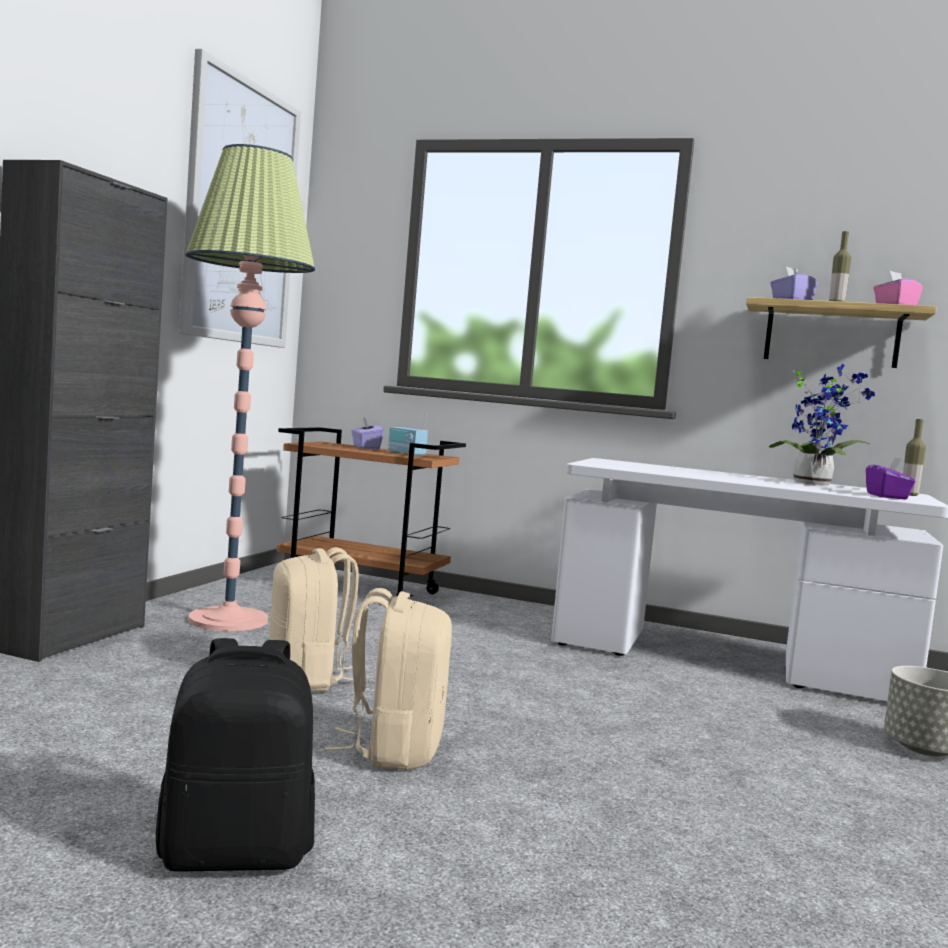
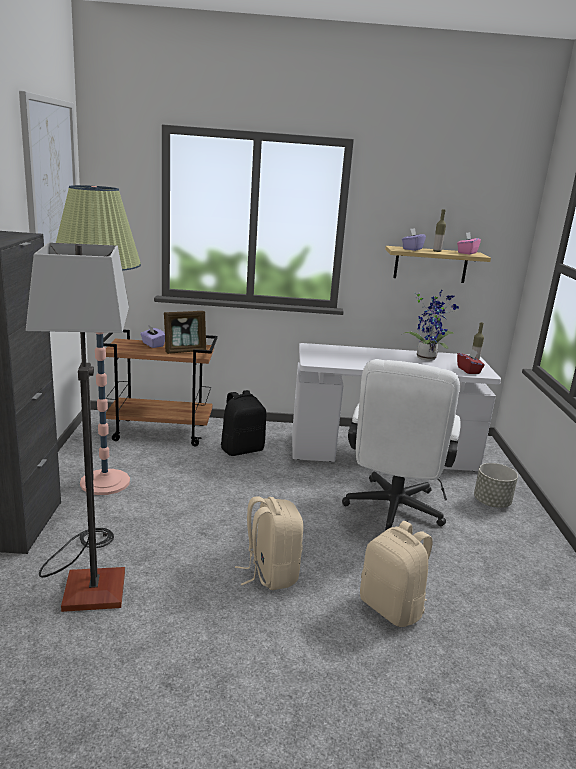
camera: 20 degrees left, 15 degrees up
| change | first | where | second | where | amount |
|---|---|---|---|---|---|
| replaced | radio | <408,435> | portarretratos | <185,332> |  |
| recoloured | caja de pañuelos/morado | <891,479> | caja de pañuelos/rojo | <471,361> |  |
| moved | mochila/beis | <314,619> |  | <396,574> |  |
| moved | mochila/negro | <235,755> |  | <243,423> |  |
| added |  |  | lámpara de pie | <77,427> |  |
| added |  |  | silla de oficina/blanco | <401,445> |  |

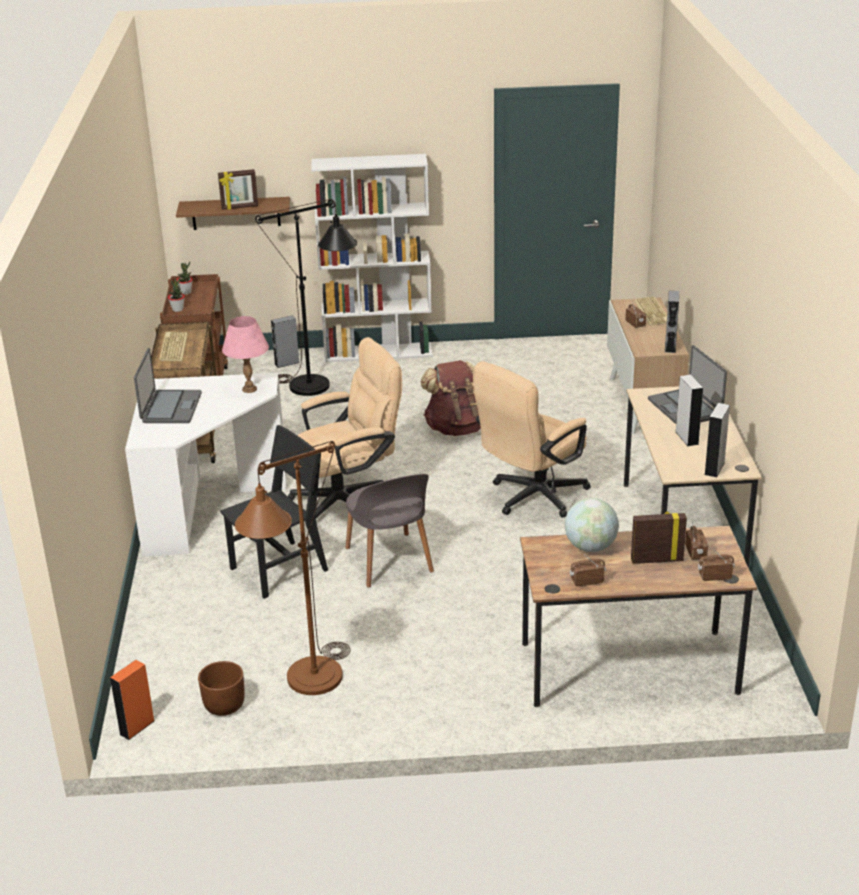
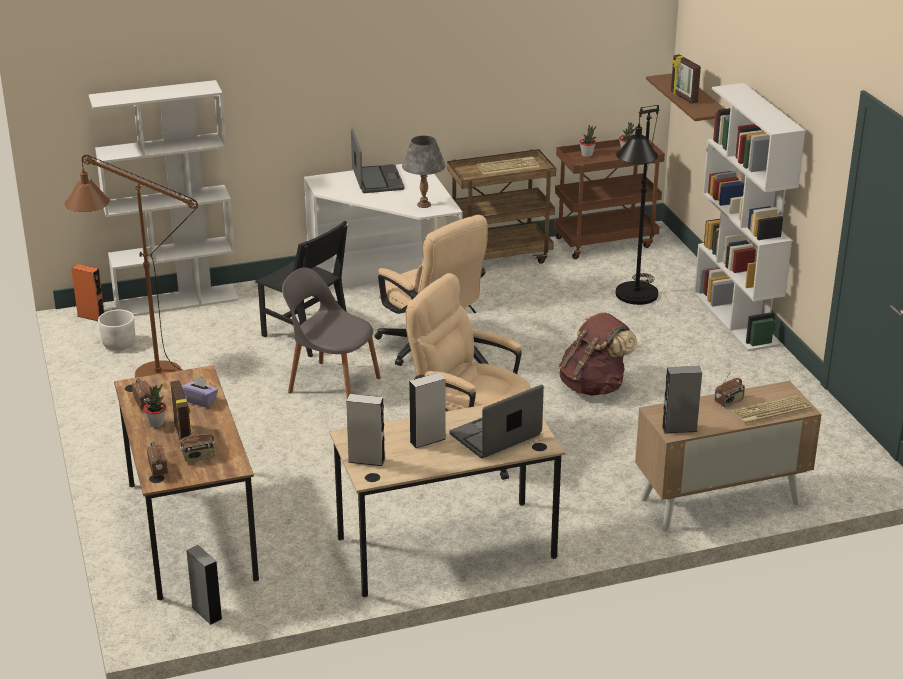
camera: 75 degrees right, 0 degrees up
| change | first | where | second | where | amount |
|---|---|---|---|---|---|
| moved | altavoz/gris | <285,341> |  | <204,585> |  |
| recoloured | lámpara de mesa/rosa | <245,354> | lámpara de mesa/gris | <424,172> |  |
| turned | portátil | <168,385> |  | <378,161> | 90 degrees counterclockwise |
| turned | silla/gris | <390,531> |  | <331,332> | 60 degrees clockwise |
| replaced | globo terráqueo | <591,525> | caja de pañuelos/morado | <200,391> |  |
| recoloured | maceta/marrón | <221,688> | maceta/blanco | <116,330> |  |
| added |  |  | estantería/blanco | <164,198> |  |
| added |  |  | planta en maceta | <154,405> |  |

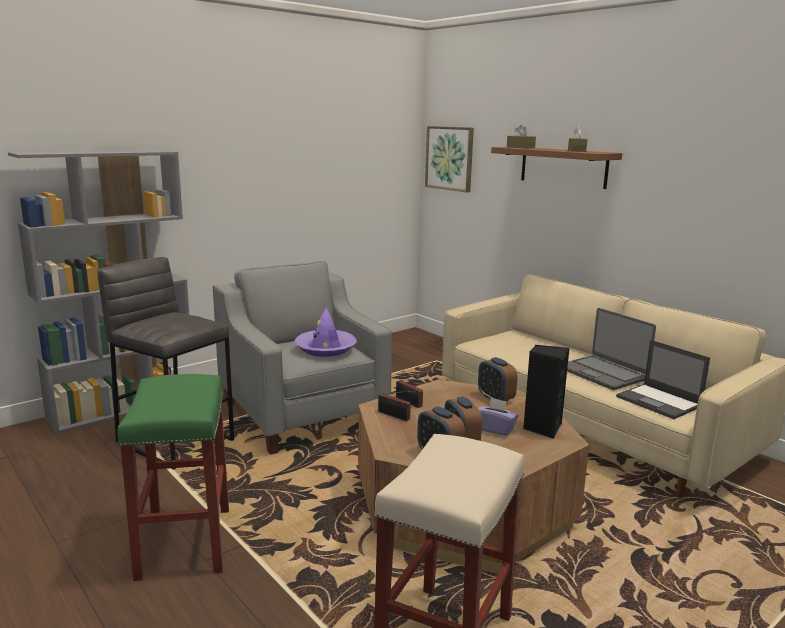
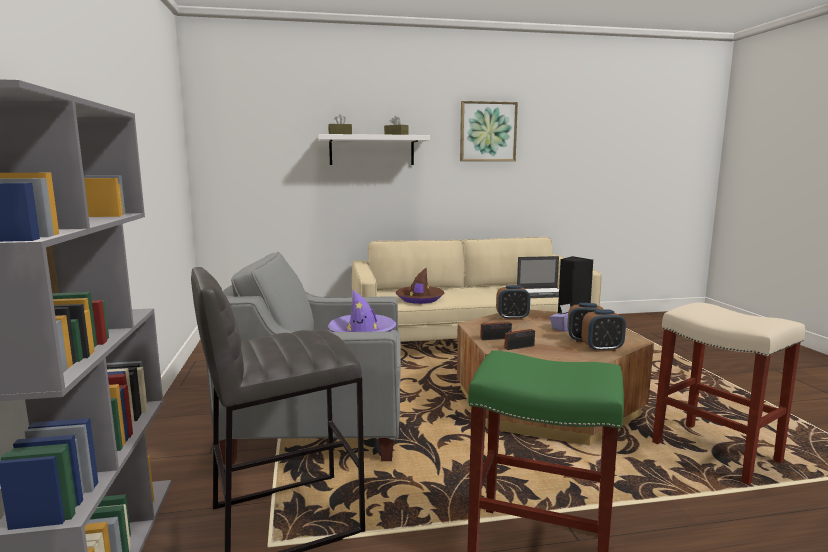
camera: 60 degrees left, 5 degrees down
| change | first | where | second | where | amount |
|---|---|---|---|---|---|
| moved | cuadro | <449,159> |  | <489,131> |  |
| recoloured | estante/marrón | <556,168> | estante/blanco | <374,149> |  |
| removed | portátil | <611,349> |  |  |  |
| added |  |  | sombrero/marrón | <420,286> |  |

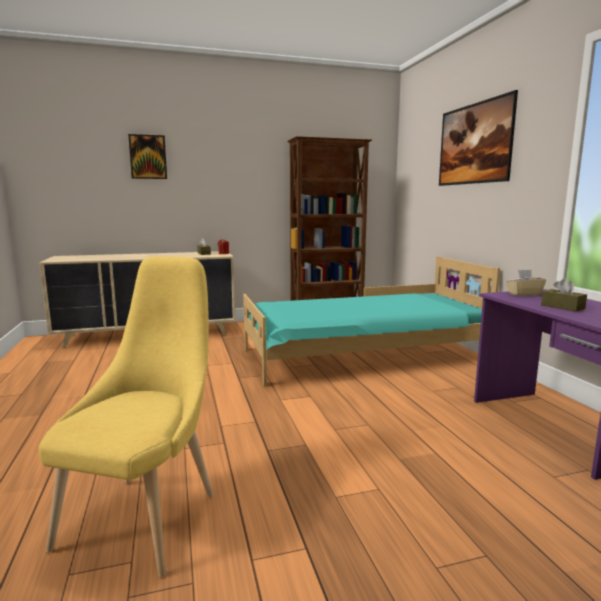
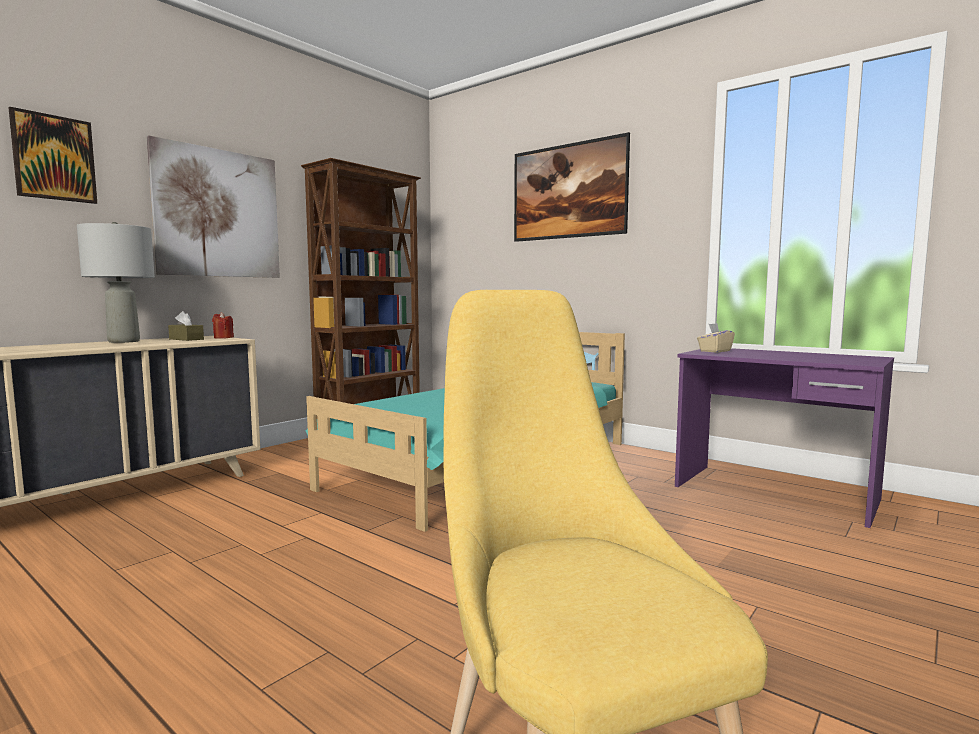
camera: 35 degrees left, 5 degrees down
| change | first | where | second | where | amount |
|---|---|---|---|---|---|
| removed | caja de pañuelos/marrón | <564,295> |  |  |  |
| added |  |  | cuadro | <213,206> |  |
| added |  |  | lámpara de mesa/gris | <116,282> |  |

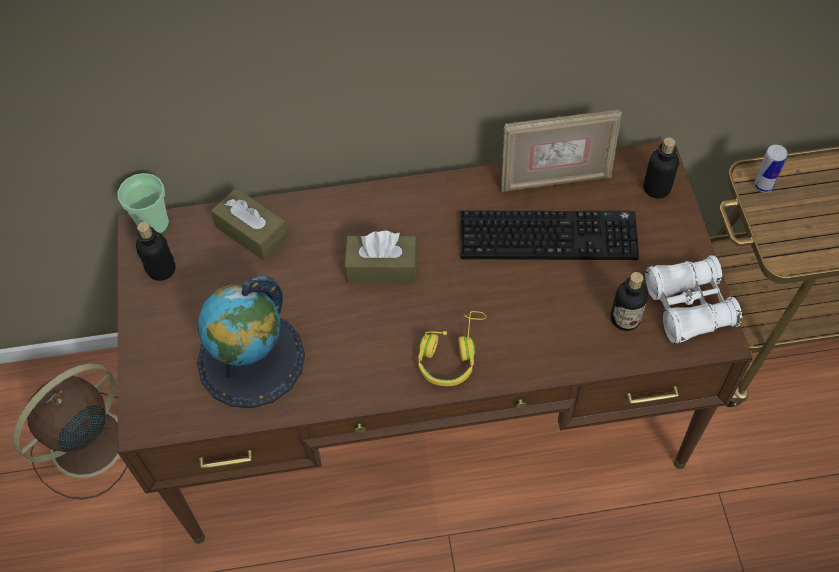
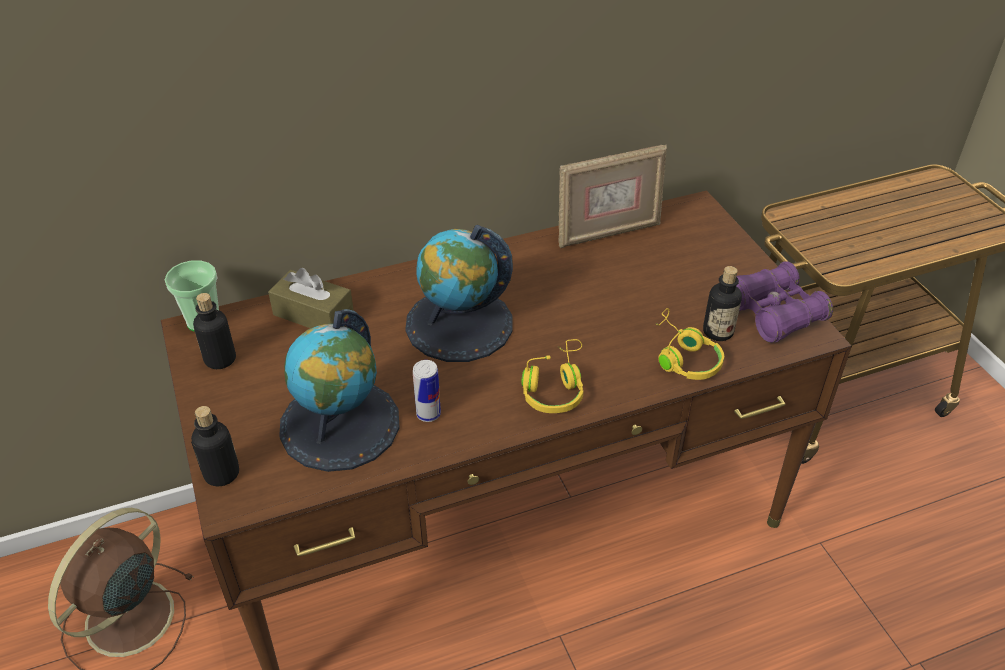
camera: 15 degrees left, 15 degrees down
| change | first | where | second | where | amount |
|---|---|---|---|---|---|
| moved | botella | <661,168> |  | <215,446> |  |
| moved | lata | <770,168> |  | <427,391> |  |
| removed | teclado | <549,235> |  |  |  |
| replaced | caja de pañuelos/marrón | <381,257> | globo terráqueo | <459,293> |  |
| recoloured | prismáticos/blanco | <693,299> | prismáticos/morado | <784,302> |  |
| added |  |  | auriculares/amarillo | <689,344> |  |

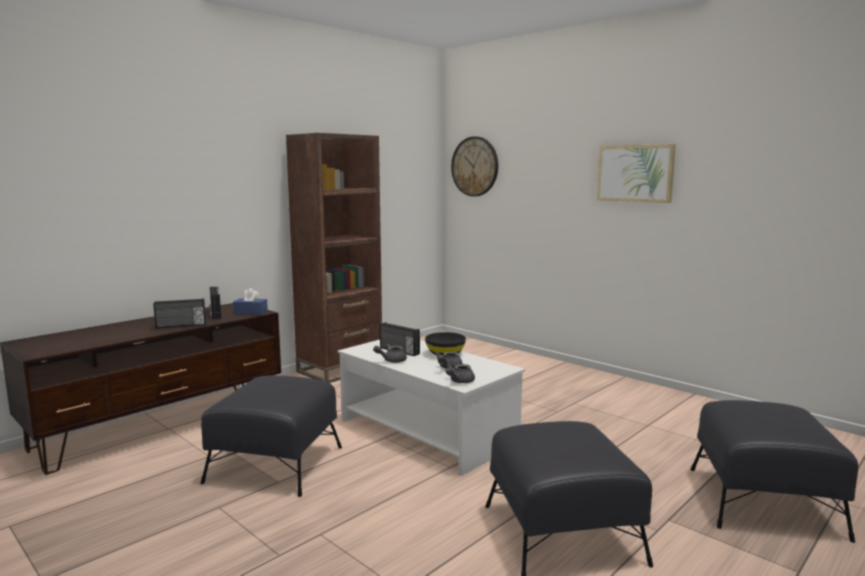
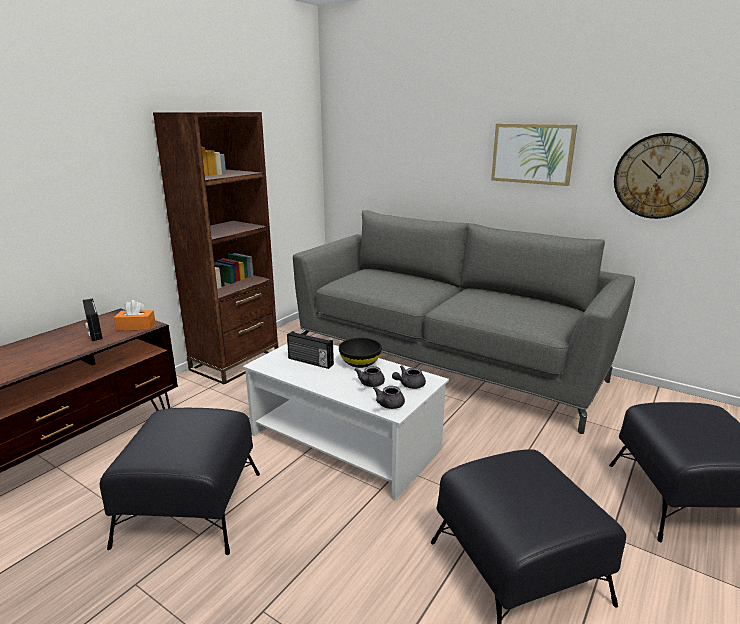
camera: 10 degrees left, 10 degrees up
| change | first | where | second | where | amount |
|---|---|---|---|---|---|
| moved | reloj de pared | <474,166> |  | <661,176> |  |
| recoloured | caja de pañuelos/azul | <250,301> | caja de pañuelos/naranja | <135,315> |  |
| removed | radio | <179,313> |  |  |  |
| moved | tetera/gris | <390,353> |  | <409,377> |  |
| added |  |  | sofá/gris | <464,322> |  |

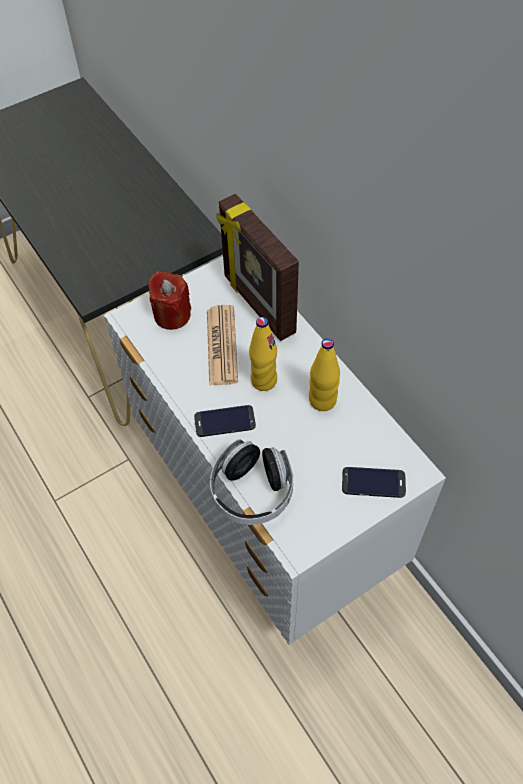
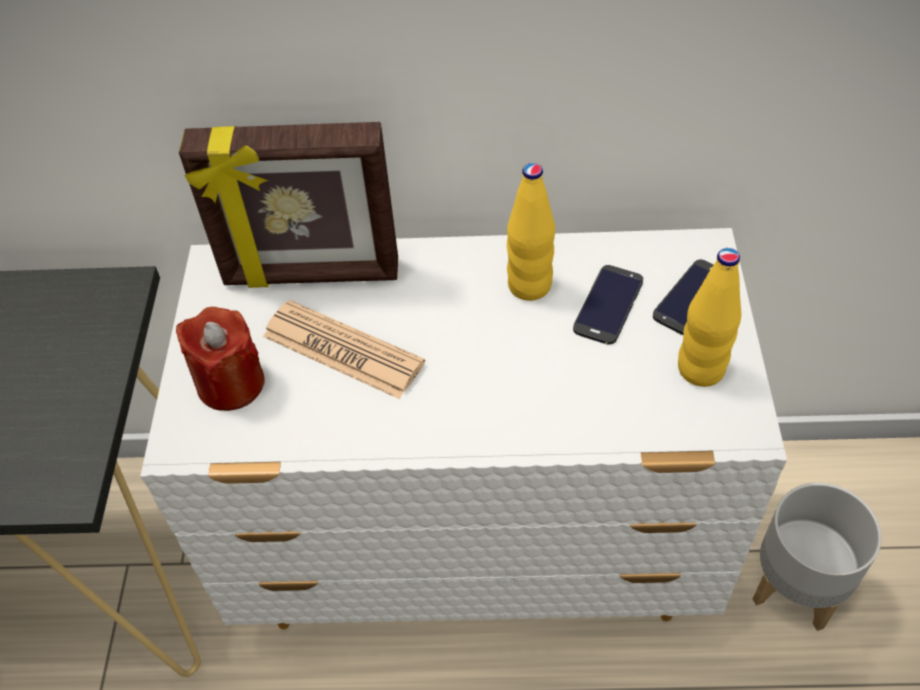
camera: 55 degrees left, 5 degrees down
| change | first | where | second | where | amount |
|---|---|---|---|---|---|
| moved | botella/amarillo | <263,354> |  | <709,317> |  |
| moved | móvil | <225,421> |  | <608,305> |  |
| removed | auriculares | <251,482> |  |  |  |
| added |  |  | maceta/gris | <817,556> |  |

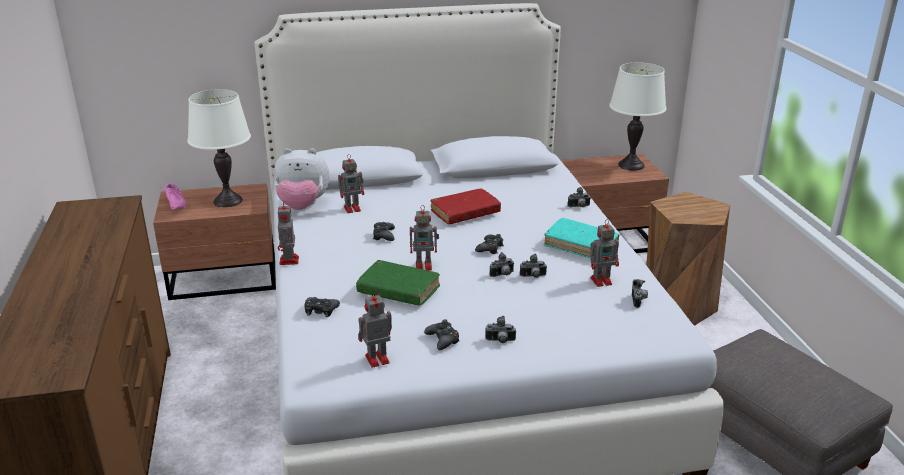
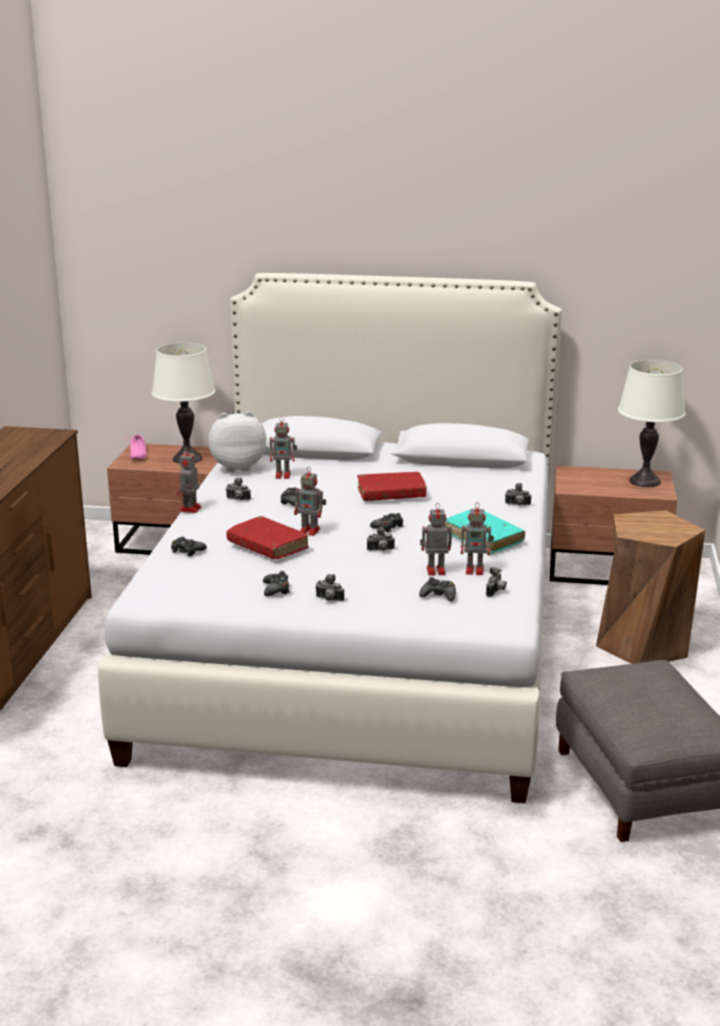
camera: 20 degrees right, 5 degrees down
| change | first | where | second | where | amount |
|---|---|---|---|---|---|
| turned | peluche | <302,179> |  | <237,441> | 150 degrees clockwise |
| moved | cámara | <533,266> |  | <238,489> |  |
| recoloured | libro/verde | <398,283> | libro/rojo | <267,537> |  |
| moved | robot de juguete | <375,329> |  | <436,539> |  |
| added |  |  | mando de consola/negro | <437,589> |  |

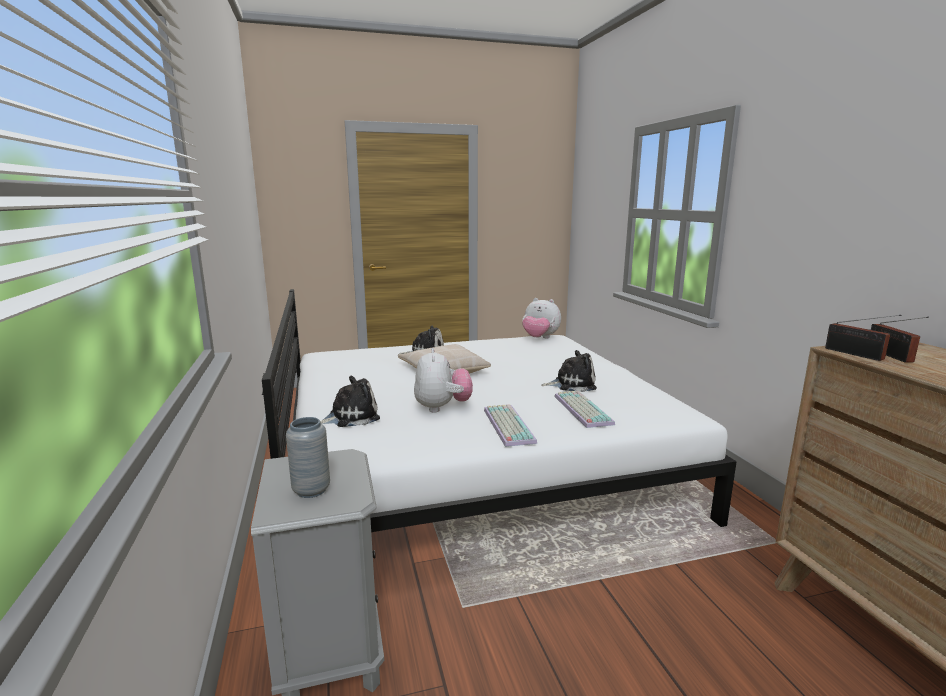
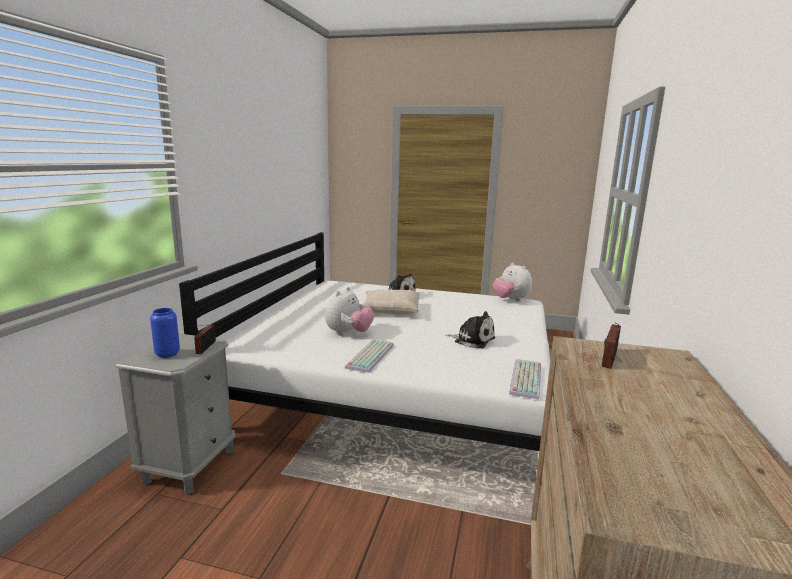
camera: 30 degrees right, 0 degrees up
| change | first | where | second | where | amount |
|---|---|---|---|---|---|
| moved | radio | <863,338> |  | <205,339> |  |
| removed | peluche | <350,401> |  |  |  |
| moved | teclado | <584,409> |  | <525,379> |  |
| recoloured | florero/gris | <308,457> | florero/azul | <165,333> |  |

